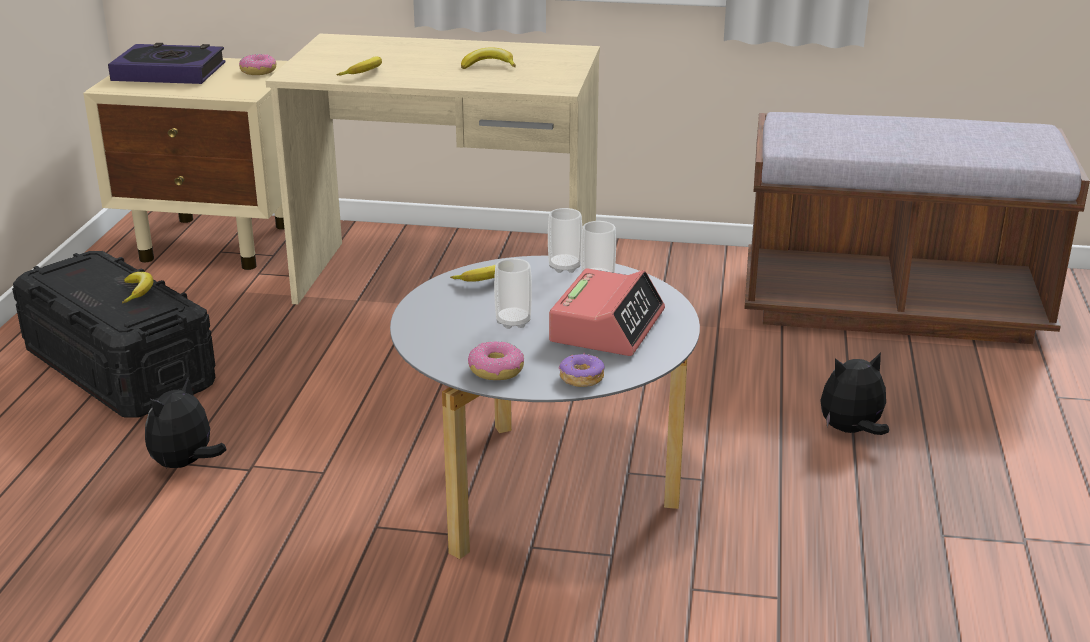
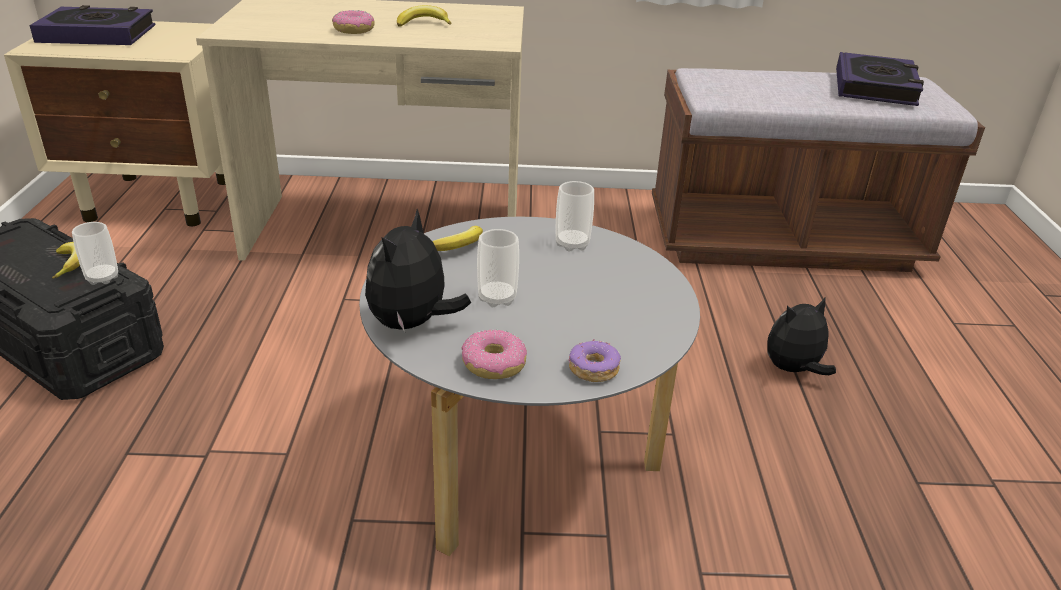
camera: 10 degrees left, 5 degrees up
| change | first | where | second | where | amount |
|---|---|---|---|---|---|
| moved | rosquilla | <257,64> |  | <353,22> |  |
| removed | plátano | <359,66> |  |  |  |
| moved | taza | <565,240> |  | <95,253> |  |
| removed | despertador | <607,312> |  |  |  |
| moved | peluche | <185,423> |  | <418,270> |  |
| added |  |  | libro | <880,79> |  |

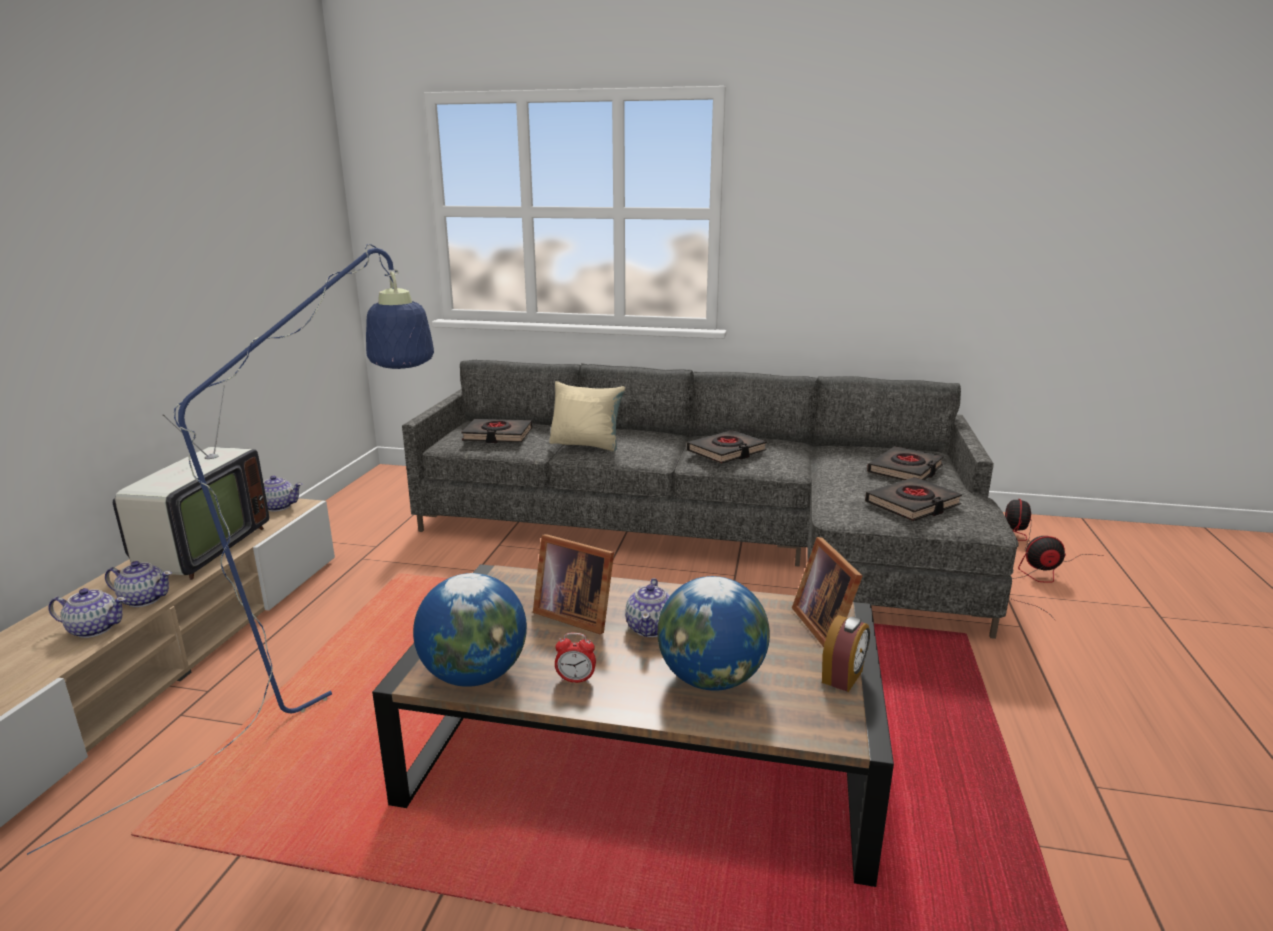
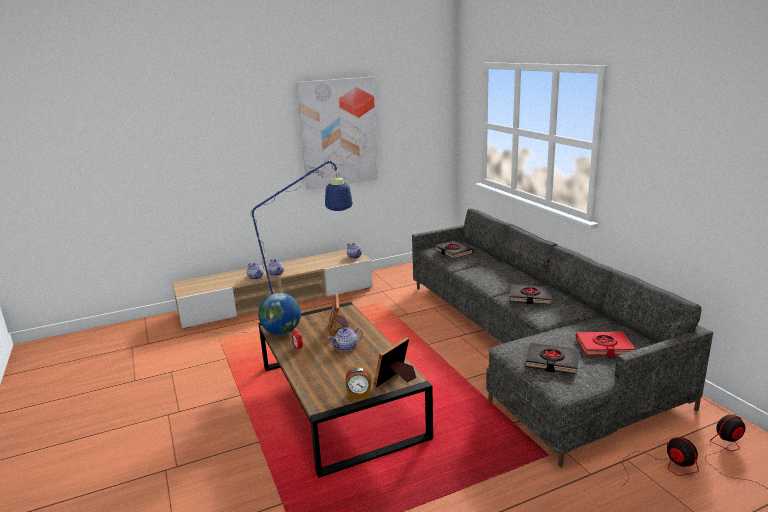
camera: 55 degrees right, 0 degrees up
| change | first | where | second | where | amount |
|---|---|---|---|---|---|
| removed | cojín/beis | <587,416> |  |  |  |
| removed | televisor | <191,483> |  |  |  |
| recoloured | libro/negro | <905,463> | libro/rojo | <606,344> |  |
| removed | globo terráqueo | <713,633> |  |  |  |
| added |  |  | cuadro | <337,133> |  |

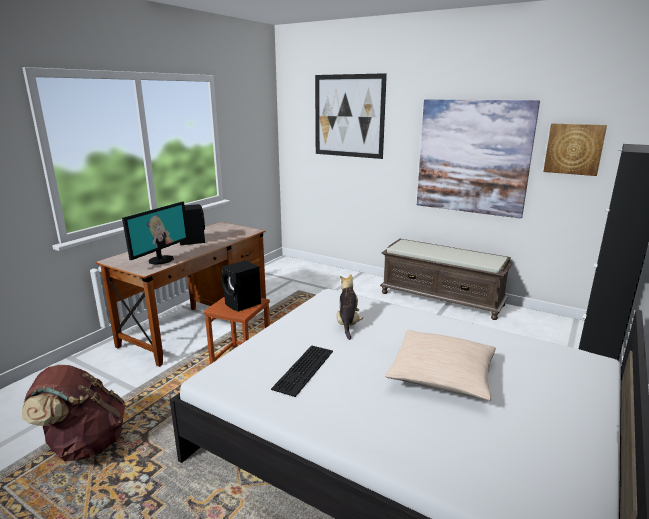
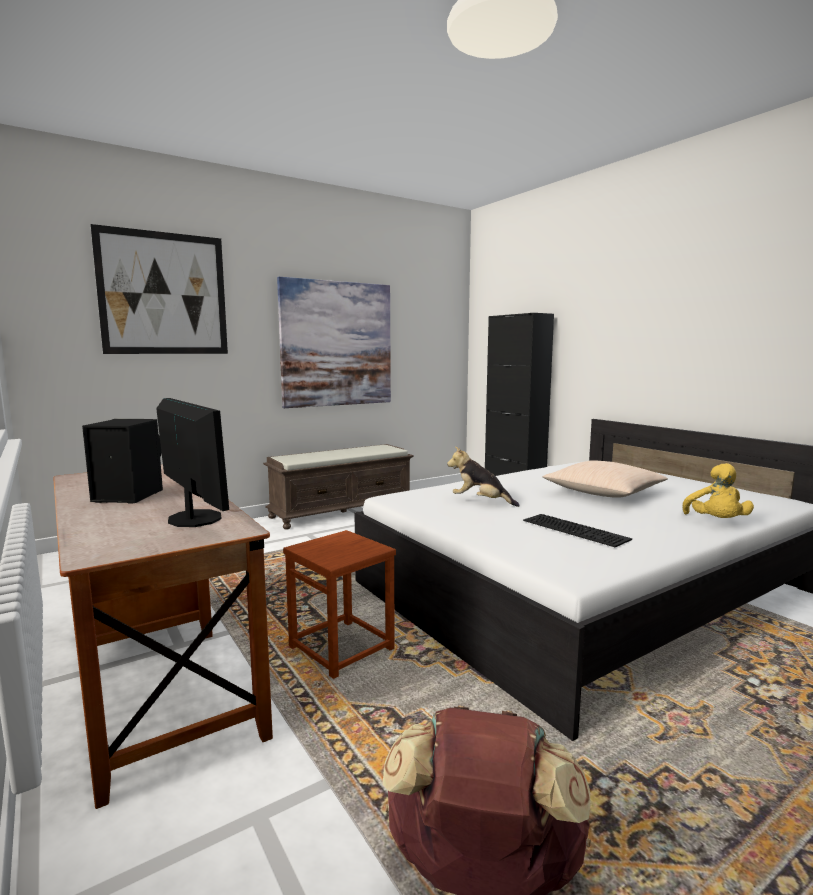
camera: 65 degrees left, 10 degrees down
| change | first | where | second | where | amount |
|---|---|---|---|---|---|
| removed | cuadro | <575,150> |  |  |  |
| removed | altavoz/negro | <241,286> |  |  |  |
| added |  |  | peluche/amarillo | <718,490> |  |

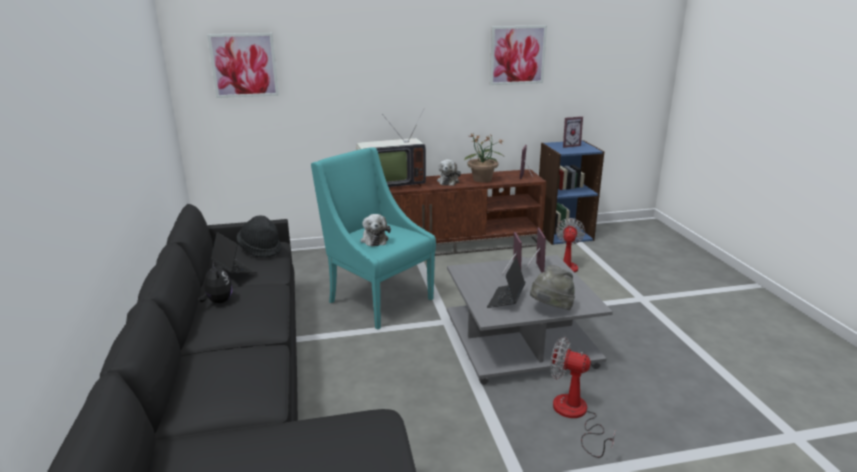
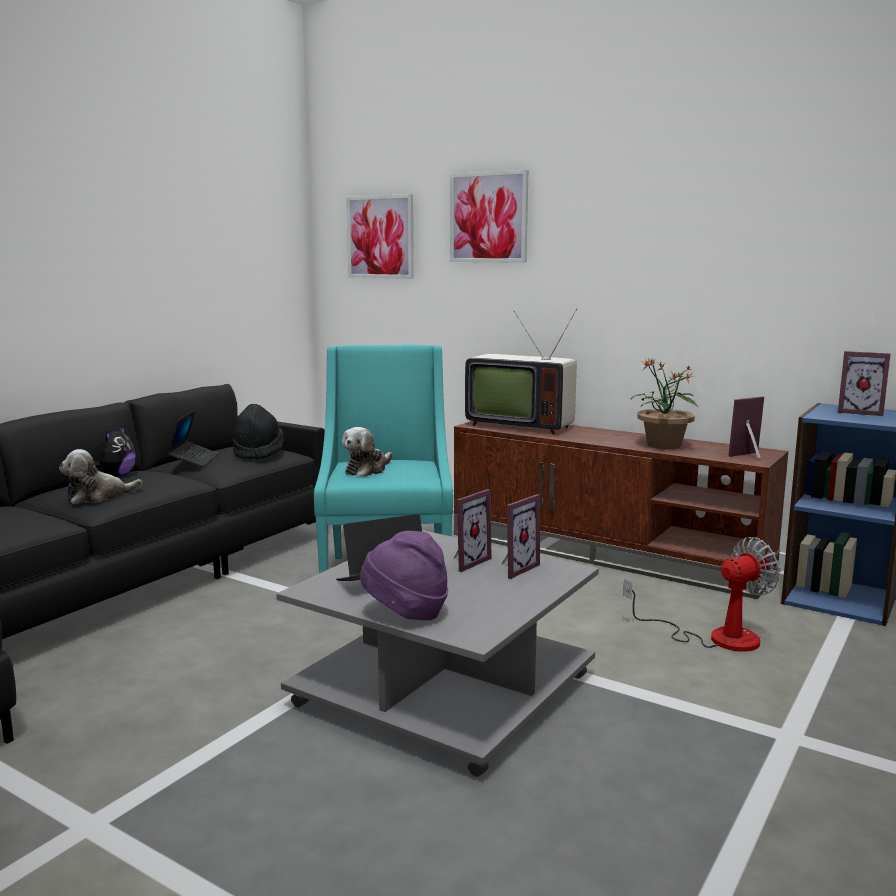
camera: 45 degrees right, 10 degrees down
| change | first | where | second | where | amount |
|---|---|---|---|---|---|
| moved | cuadro | <518,55> |  | <489,216> |  |
| moved | peluche | <449,172> |  | <100,476> |  |
| recoloured | sombrero/gris | <552,287> | sombrero/morado | <404,575> |  |
| removed | ventilador | <583,397> |  |  |  |

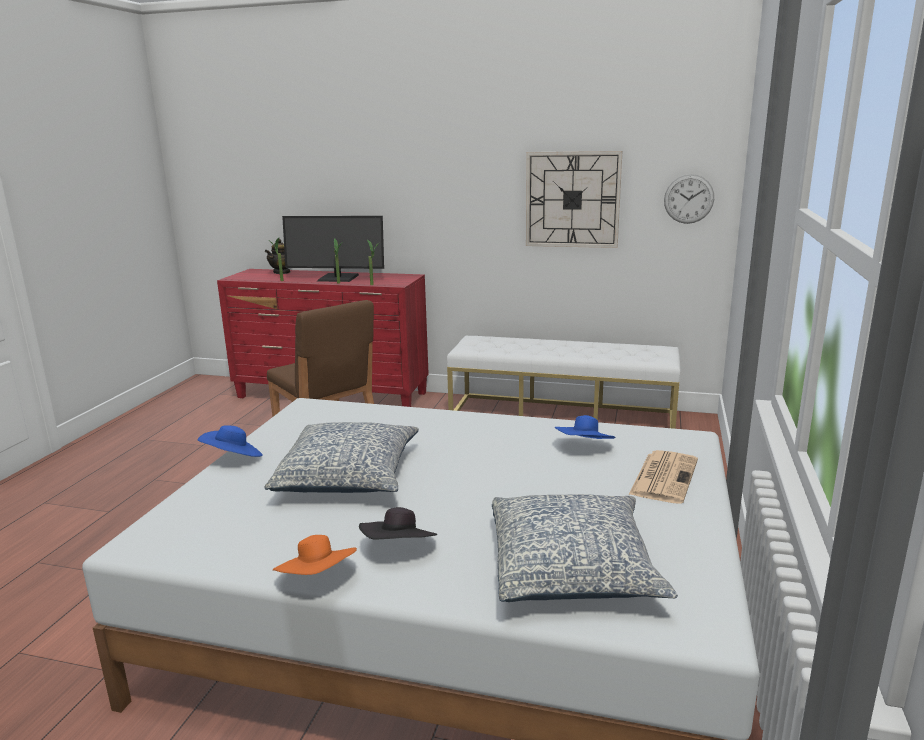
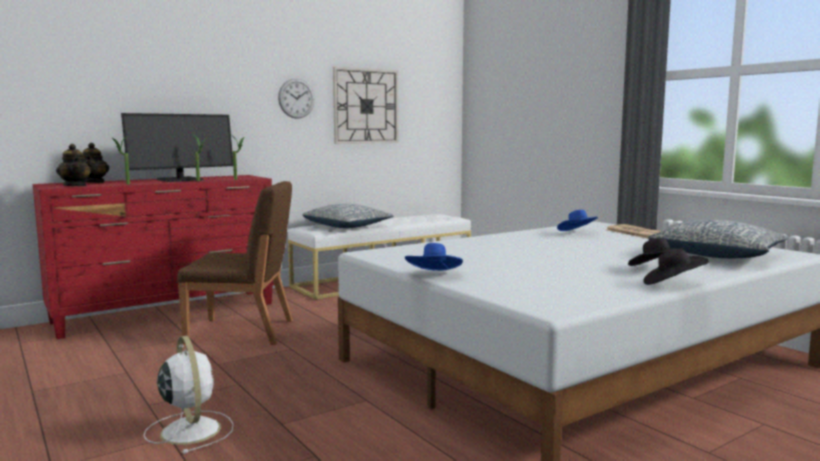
camera: 50 degrees left, 10 degrees down
| change | first | where | second | where | amount |
|---|---|---|---|---|---|
| moved | reloj de pared | <689,199> |  | <296,99> |  |
| moved | cojín | <341,457> |  | <348,216> |  |
| recoloured | sombrero/naranja | <315,555> | sombrero/negro | <676,267> |  |
| added |  |  | tetera | <73,165> |  |
| added |  |  | ventilador/blanco | <189,395> |  |

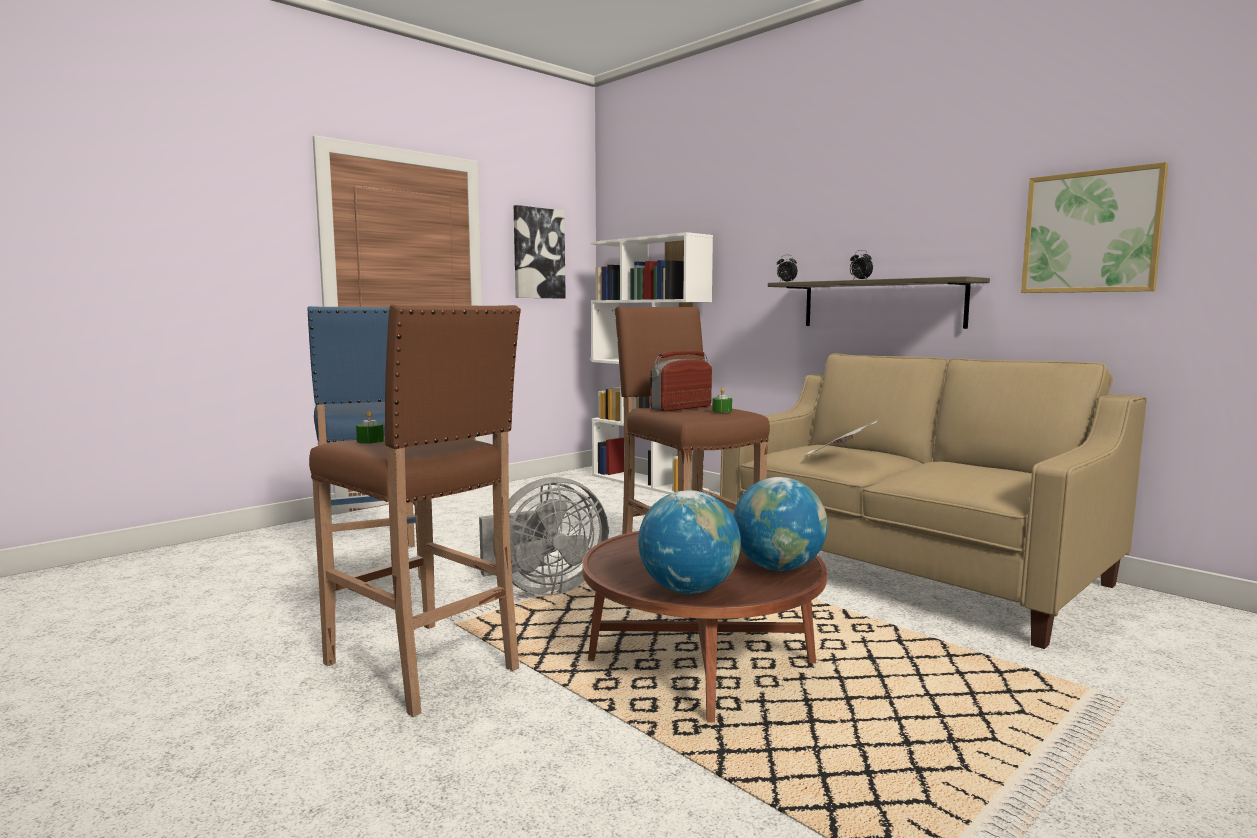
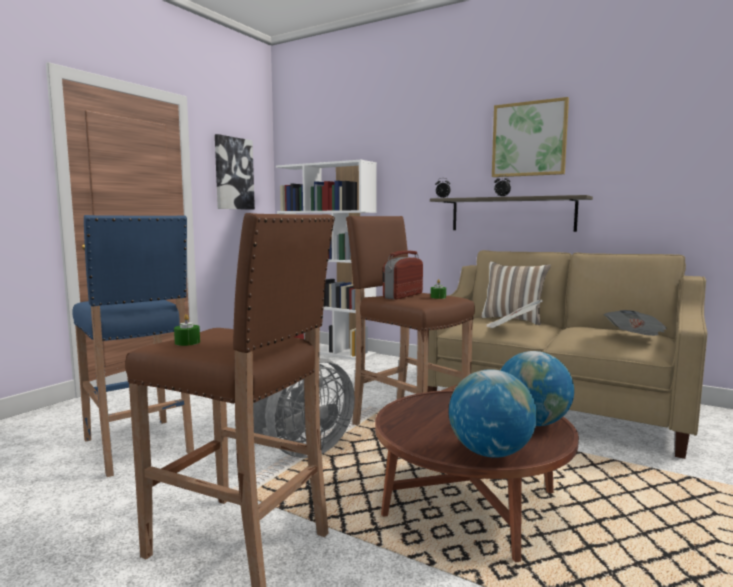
camera: 15 degrees left, 0 degrees up
| change | first | where | second | where | amount |
|---|---|---|---|---|---|
| moved | cuadro | <1094,227> |  | <530,137> |  |
| added |  |  | cojín | <516,293> |  |
| added |  |  | periódico | <635,323> |  |

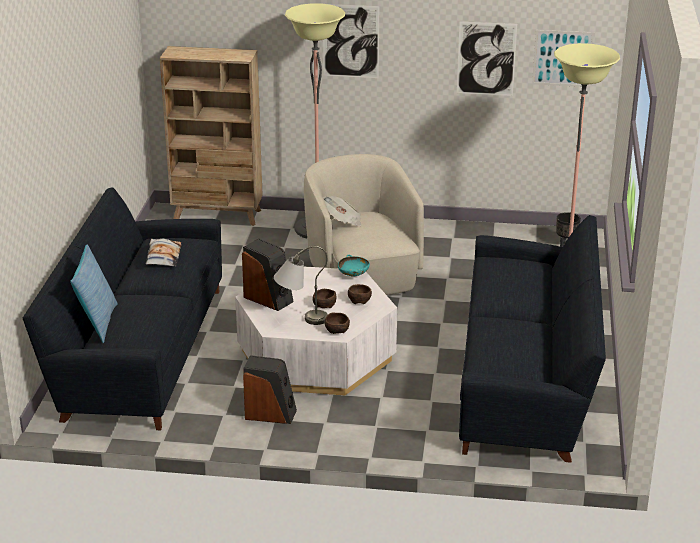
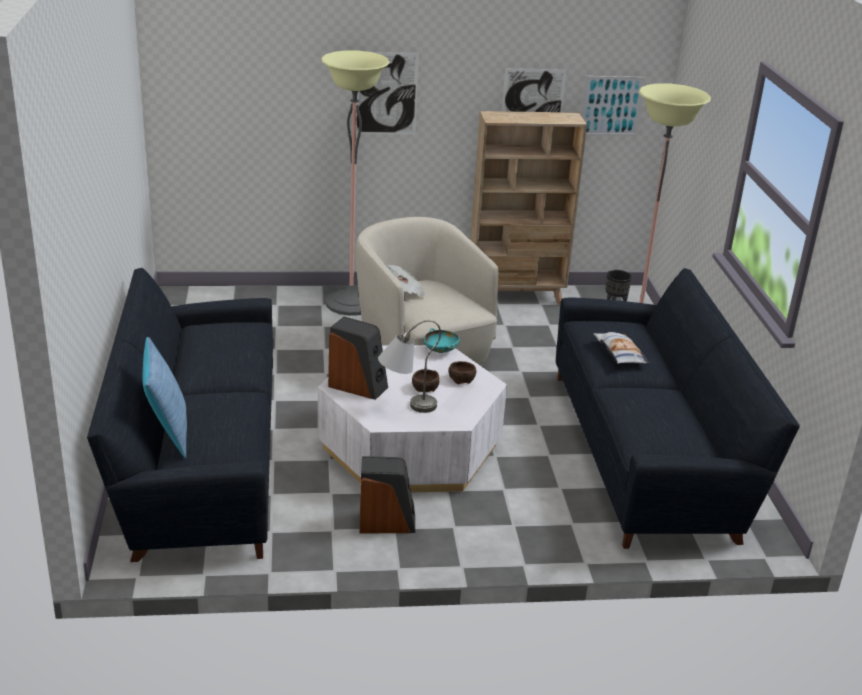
camera: 15 degrees left, 0 degrees up
| change | first | where | second | where | amount |
|---|---|---|---|---|---|
| moved | estantería/beis | <211,136> |  | <528,208> |  |
| moved | cojín | <163,253> |  | <621,348> |  |
| removed | cuenco/marrón | <337,323> |  |  |  |

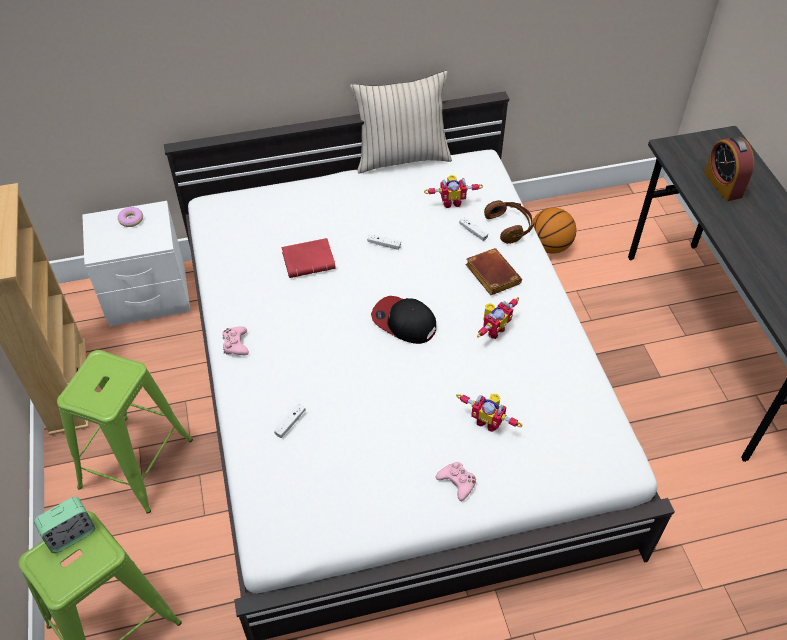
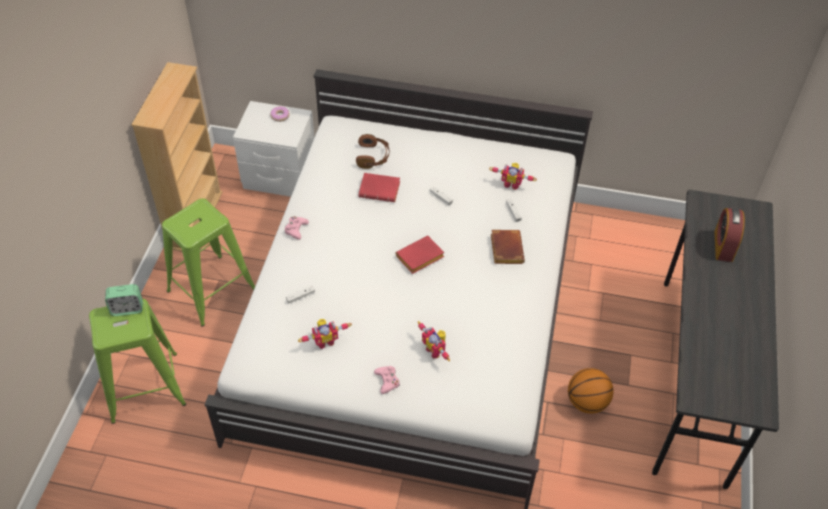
camera: 25 degrees right, 0 degrees up
| change | first | where | second | where | amount |
|---|---|---|---|---|---|
| removed | cojín/beis | <401,122> |  |  |  |
| moved | auriculares/marrón | <509,222> |  | <372,151> |  |
| moved | balón de baloncesto | <554,231> |  | <591,391> |  |
| replaced | gorra | <403,320> | libro/rojo | <420,255> |  |
| moved | robot de juguete | <498,318> |  | <325,334> |  |

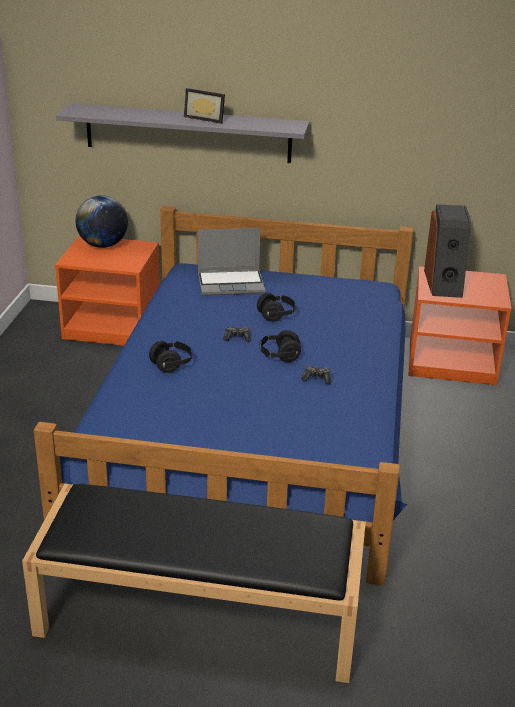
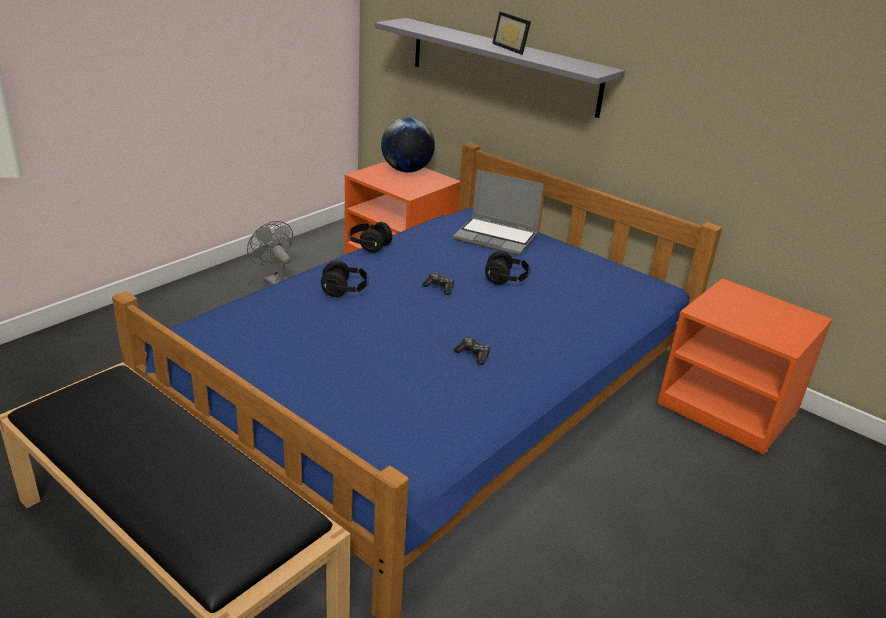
camera: 30 degrees right, 0 degrees up
| change | first | where | second | where | amount |
|---|---|---|---|---|---|
| removed | altavoz | <447,251> |  |  |  |
| moved | auriculares/negro | <280,346> |  | <370,237> |  |
| added |  |  | ventilador/gris | <270,253> |  |

